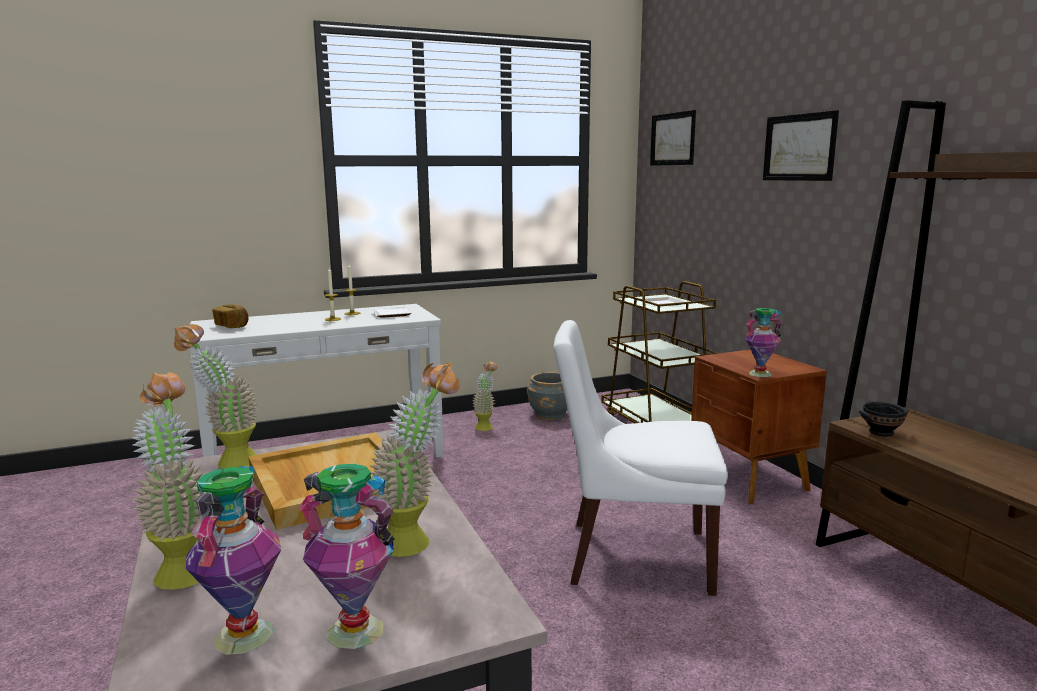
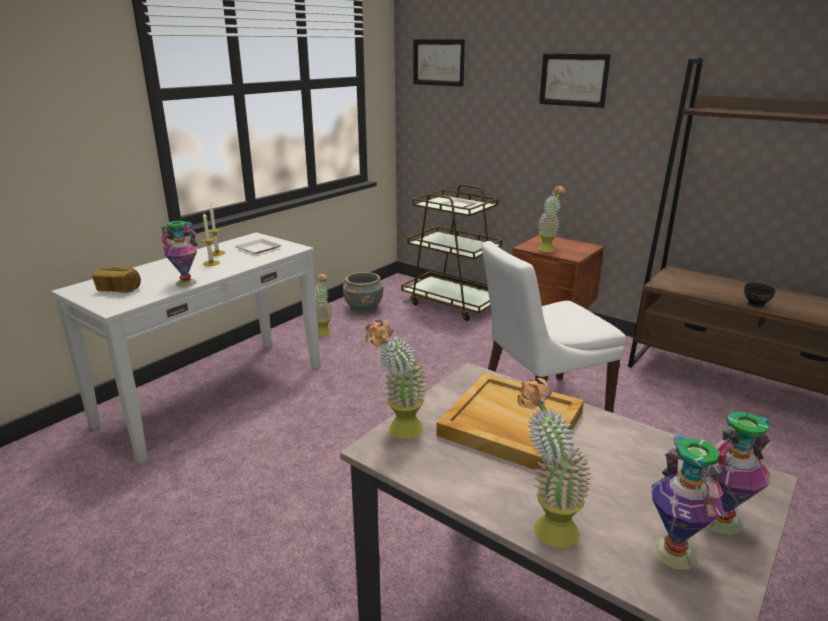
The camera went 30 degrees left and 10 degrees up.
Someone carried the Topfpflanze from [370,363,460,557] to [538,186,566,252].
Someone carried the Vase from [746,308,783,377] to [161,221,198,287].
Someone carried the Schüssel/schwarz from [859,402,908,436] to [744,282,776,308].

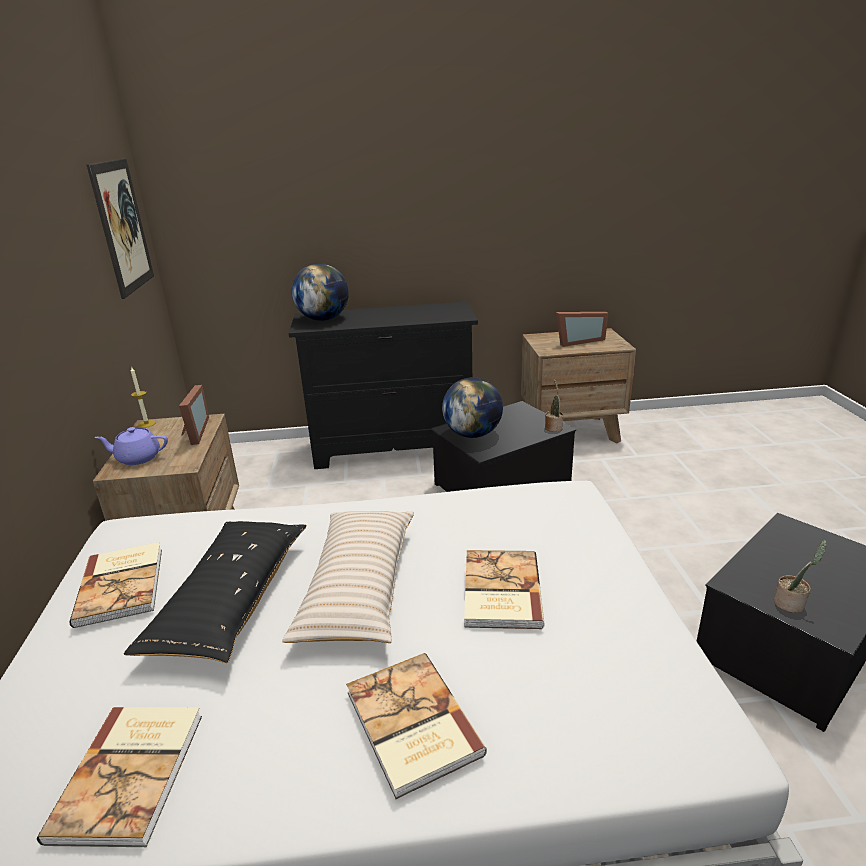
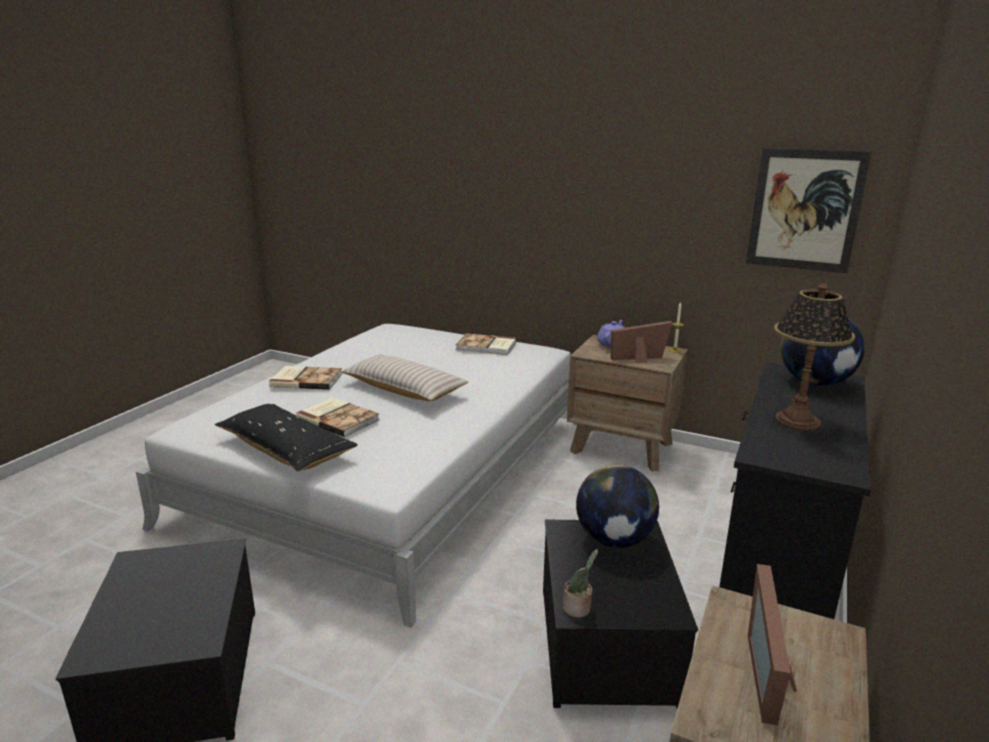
The camera went 120 degrees right and 5 degrees down.
Someone took away the Buch at [37,707,202,847].
Someone carried the Kissen/schwarz from [124,521,307,663] to [215,404,358,472].
Someone rotated the Bilderrahmen at [179,385,209,445] by 150 degrees clockwise.
Someone took away the Topfpflanze at [774,540,827,613].
Someone put down the Tischlampe at [774,284,855,430].

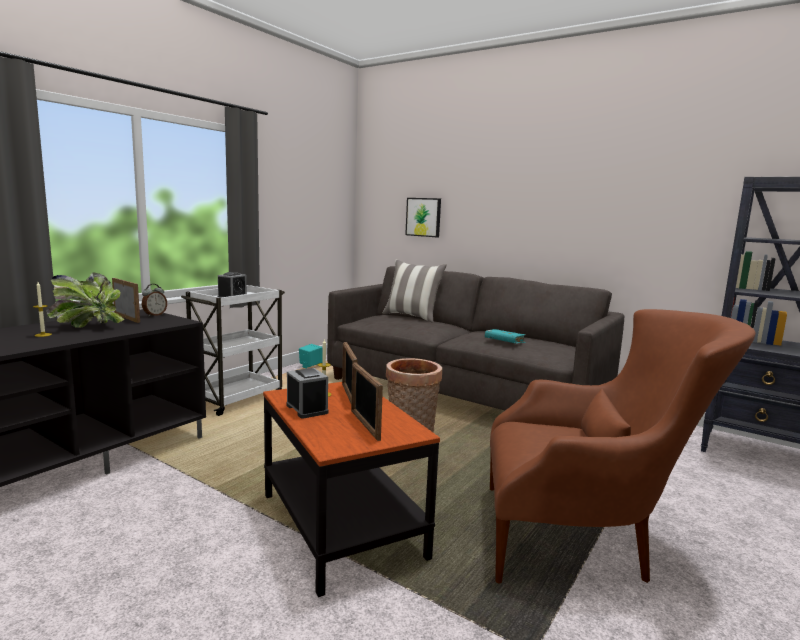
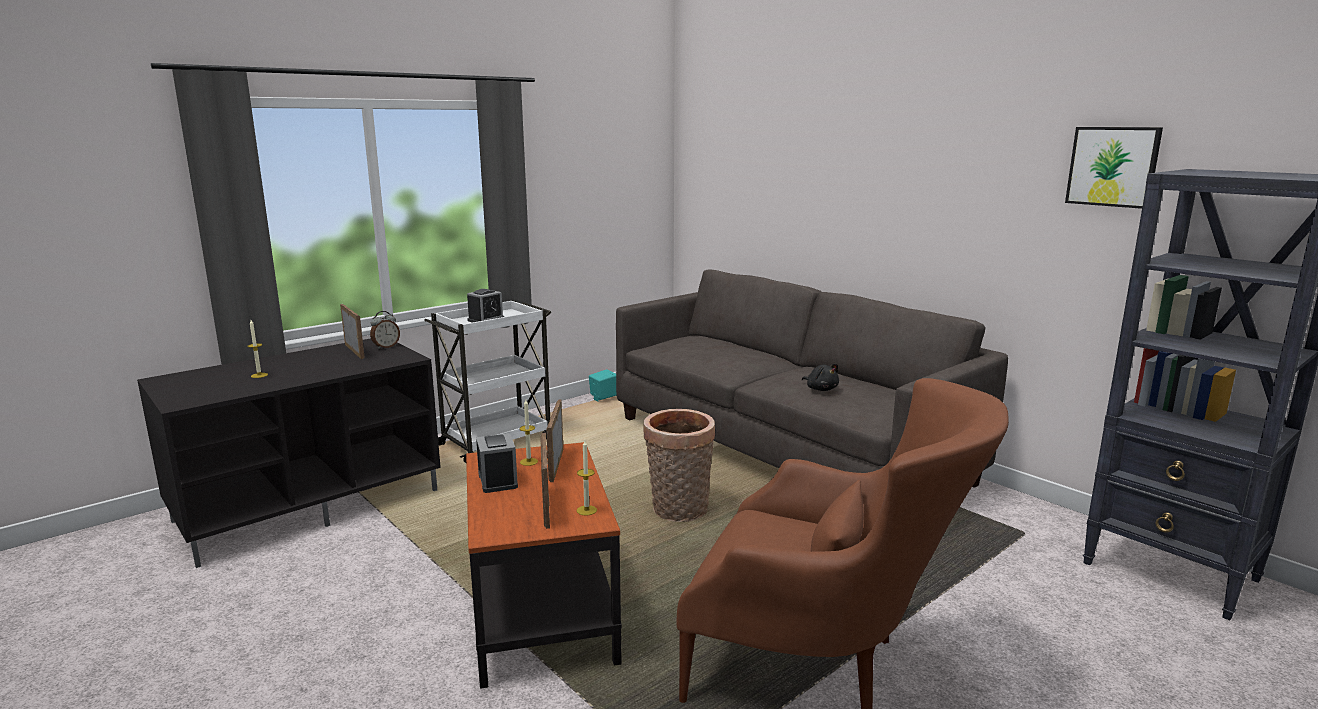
The camera went 15 degrees right and 5 degrees up.
Someone took away the Topfpflanze at [46,272,124,328].
Someone took away the Kissen at [383,259,447,322].
Someone carried the Bild from [405,198,441,237] to [1065,127,1163,209].
Someone swapped the Buch/türkis at [485,329,526,344] for the Plüschtier/schwarz at [802,364,839,391].
Someone put down the Kerze at [577,440,597,516].

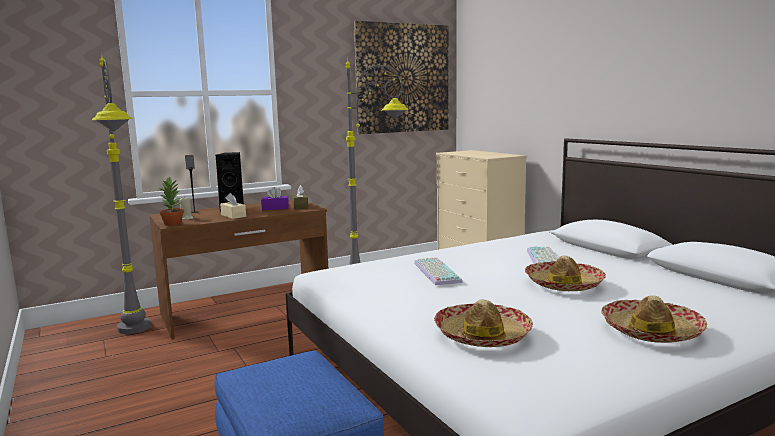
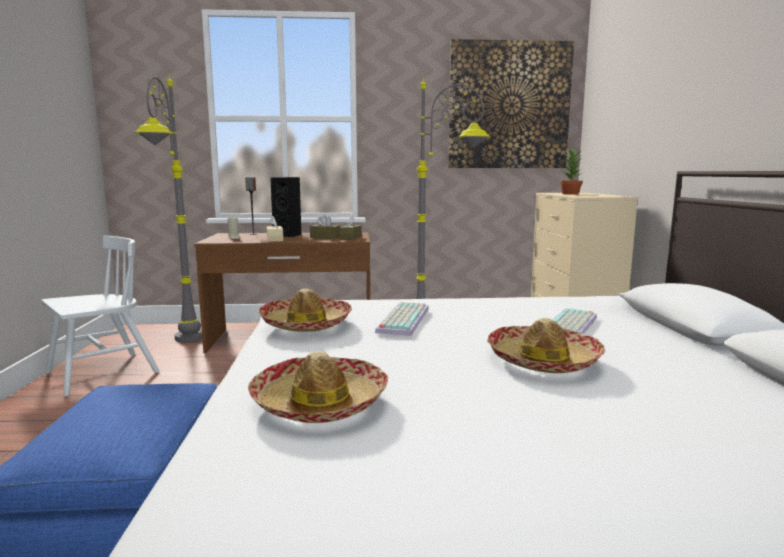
The camera went 25 degrees right and 0 degrees up.
Someone carried the Topfpflanze from [159,176,184,226] to [560,149,583,195].
Someone repainted the Taschentuchbox/lila at [261,187,289,210], which became the Taschentuchbox/braun at [310,214,340,239].
Someone carried the Hut from [601,295,707,343] to [258,289,352,332].
Someone put down the Stuhl/weiß at [41,236,160,396].

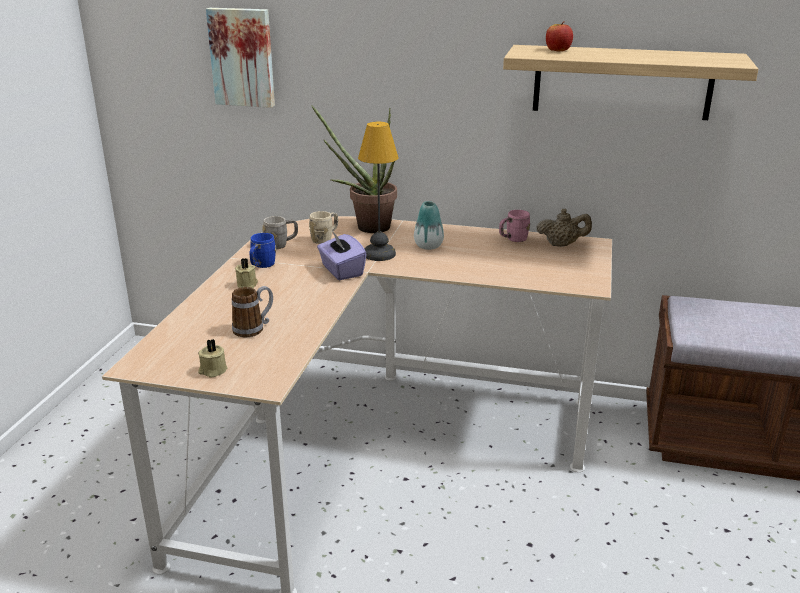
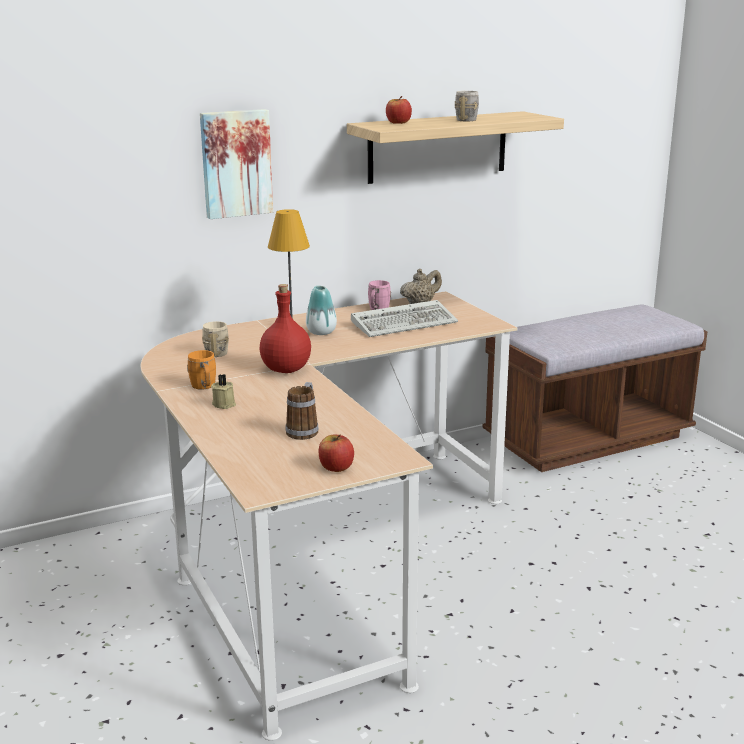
The camera went 40 degrees left and 5 degrees down.
Someone swapped the Kerze/beige at [198,339,227,378] for the Apfel at [319,434,354,472].
Someone carried the Bild from [206,8,275,108] to [200,109,273,219].
Someone repainted the Henkelbecher/blau at [249,233,276,268], which became the Henkelbecher/orange at [187,350,216,390].
Someone carried the Henkelbecher/grau from [263,216,298,249] to [455,91,479,121].
Someone took away the Topfpflanze at [311,105,397,233].
Someone swapped the Taschentuchbox/lila at [317,232,367,280] for the Flasche/rot at [260,284,311,373].
Someone put down the Tastatur at [351,300,458,337].

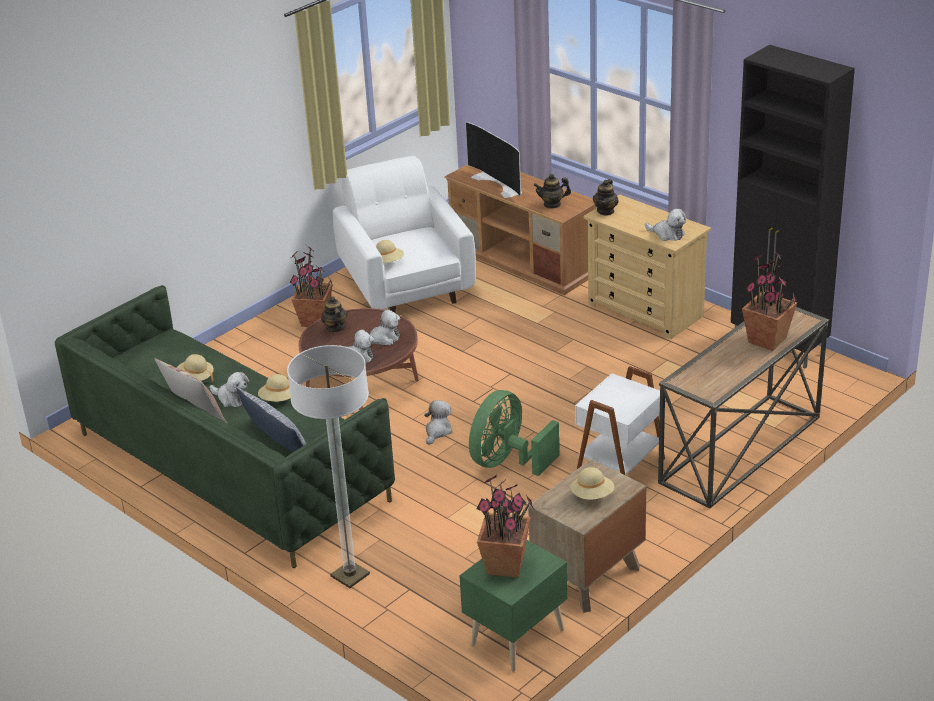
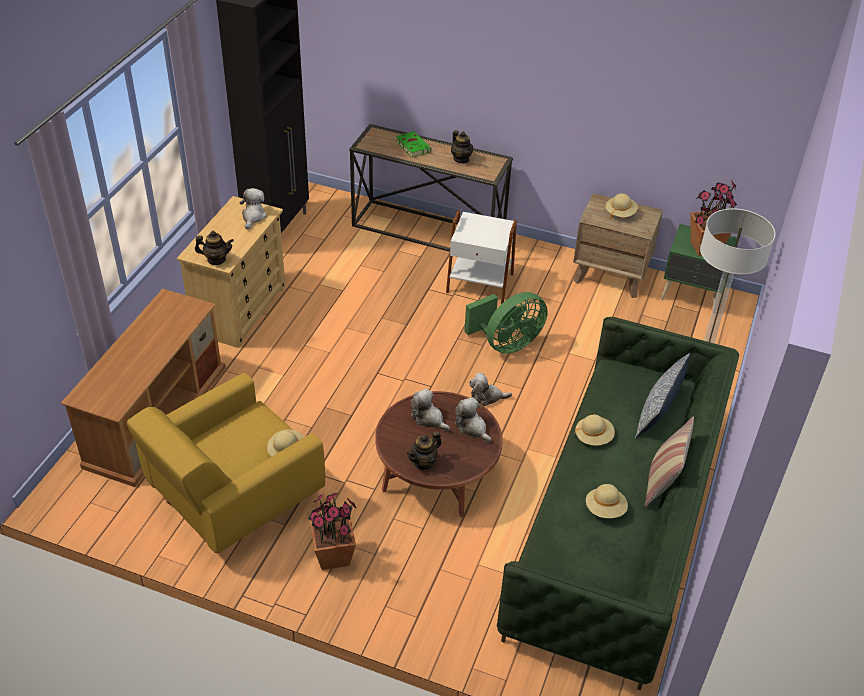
The camera went 115 degrees left and 10 degrees up.
Someone took away the Plüschtier at [210,372,249,407].
Someone repainted the Sessel/weiß at [333,156,476,313], which became the Sessel/gelb at [127,373,325,553].
Someone took away the Fernseher at [465,122,522,198].
Someone rotated the Ventilator/grün at [469,390,559,476] by 45 degrees counterclockwise.
Someone carried the Teekanne from [534,174,571,209] to [451,130,473,163].
Someone swapped the Topfpflanze at [742,250,797,351] for the Buch/grün at [396,131,431,157].

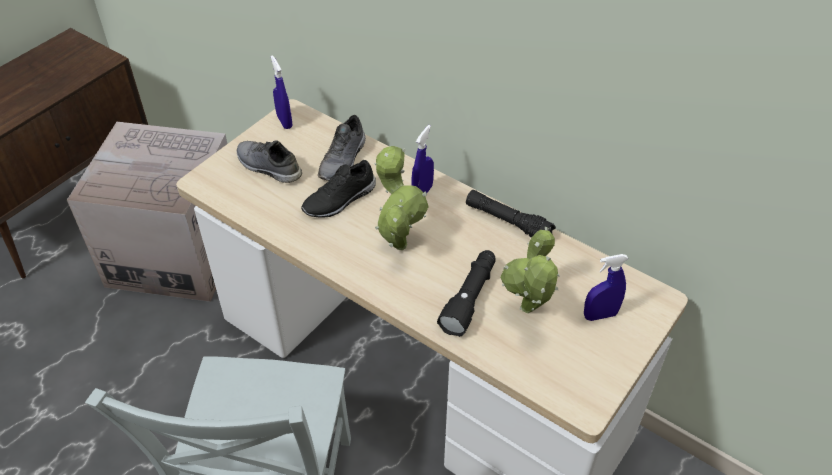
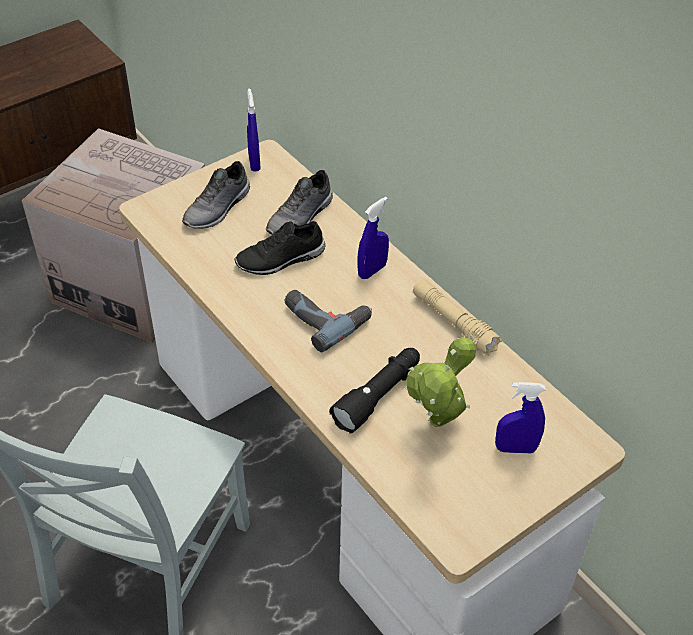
The camera went 15 degrees right and 0 degrees up.
Someone rotated the Schuh/grau at [236,140,302,183] by 105 degrees counterclockwise.
Someone swapped the Topfpflanze at [375,146,429,250] for the Bohrmaschine at [285,290,372,352].
Someone repainted the Taschenlampe/schwarz at [466,190,556,238], which became the Taschenlampe/beige at [413,279,502,356].

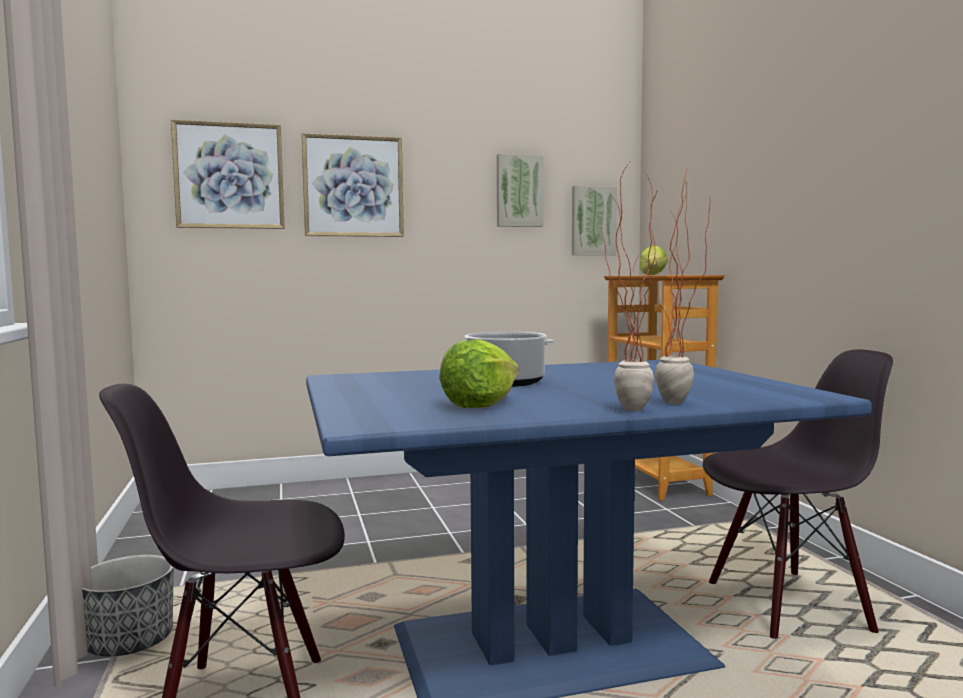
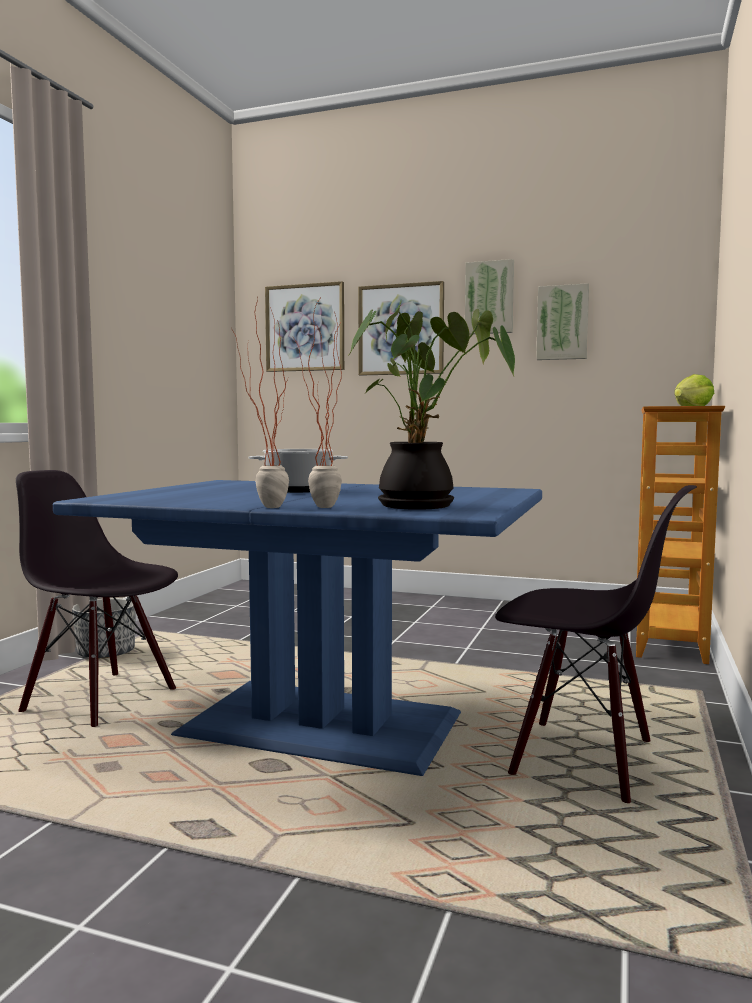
The camera went 35 degrees right and 0 degrees up.
Someone took away the Salatkopf at [439,339,519,408].
Someone carried the Bild from [572,186,617,255] to [465,259,514,335].
Someone put down the Topfpflanze at [348,300,515,510].

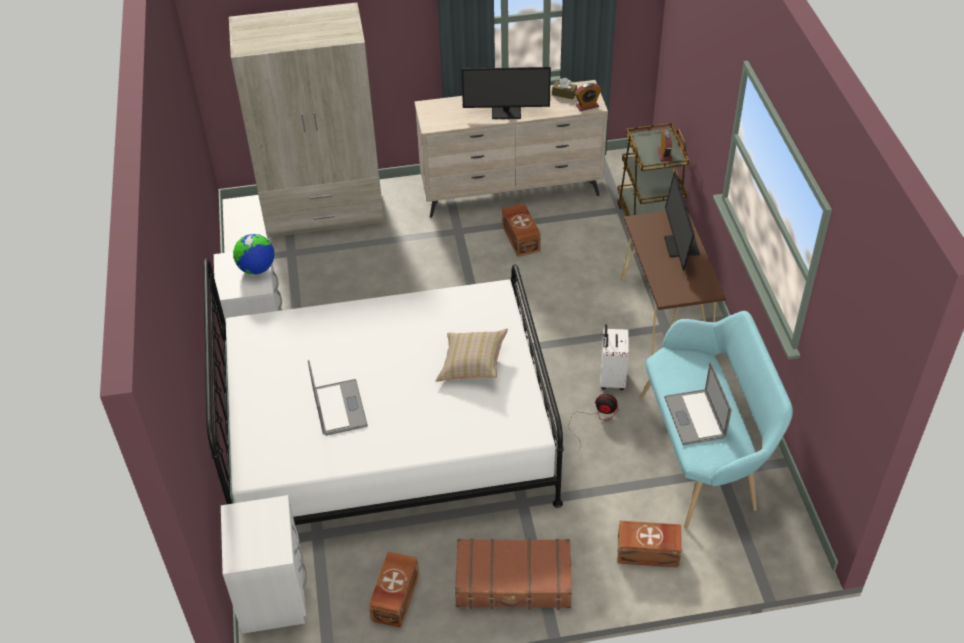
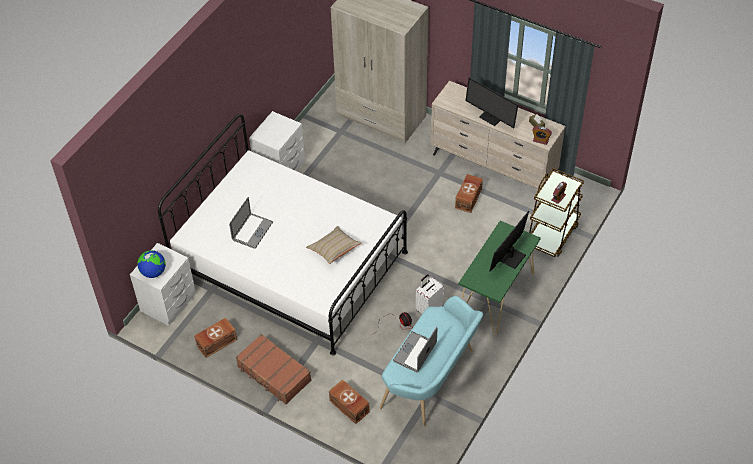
The camera went 40 degrees right and 5 degrees up.
Someone carried the Globus from [233,234,274,275] to [137,250,166,278].
Someone repainted the Konsolentisch/braun at [621,211,726,355], which became the Konsolentisch/grün at [458,221,541,334].

